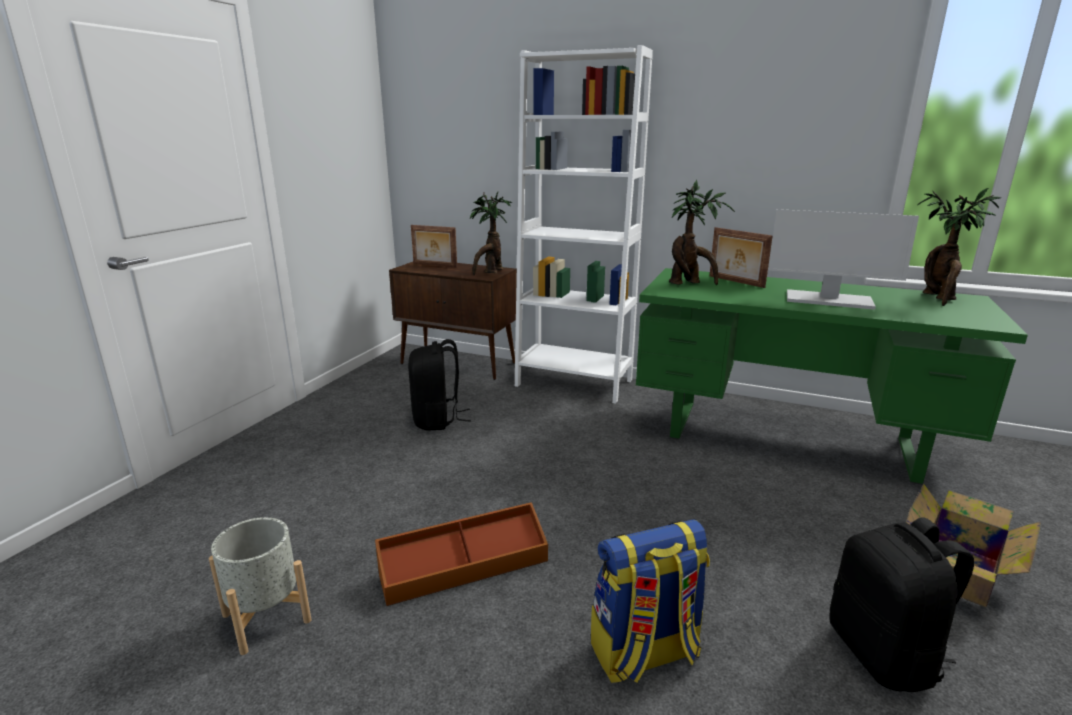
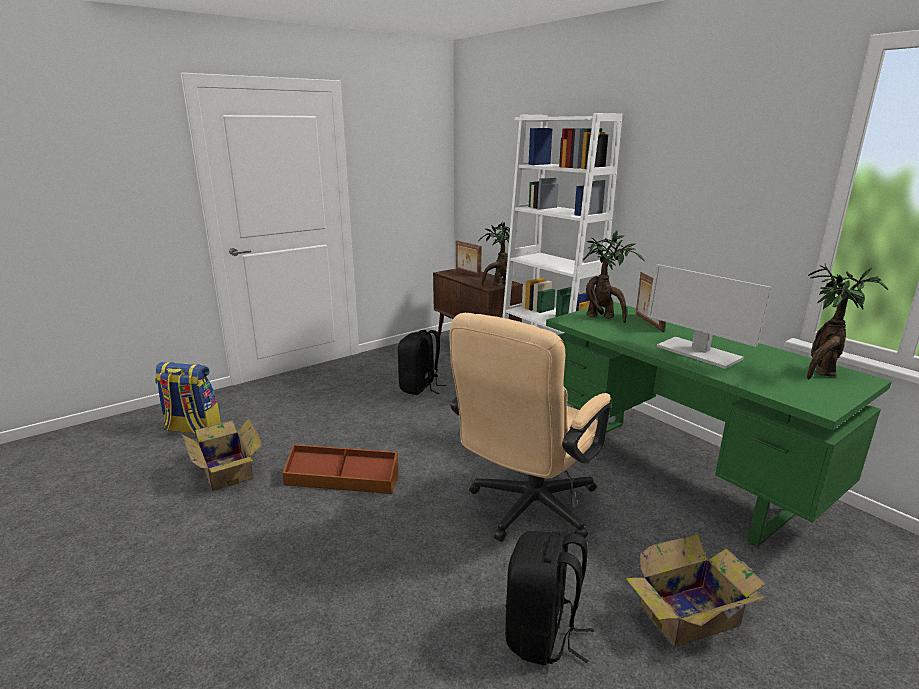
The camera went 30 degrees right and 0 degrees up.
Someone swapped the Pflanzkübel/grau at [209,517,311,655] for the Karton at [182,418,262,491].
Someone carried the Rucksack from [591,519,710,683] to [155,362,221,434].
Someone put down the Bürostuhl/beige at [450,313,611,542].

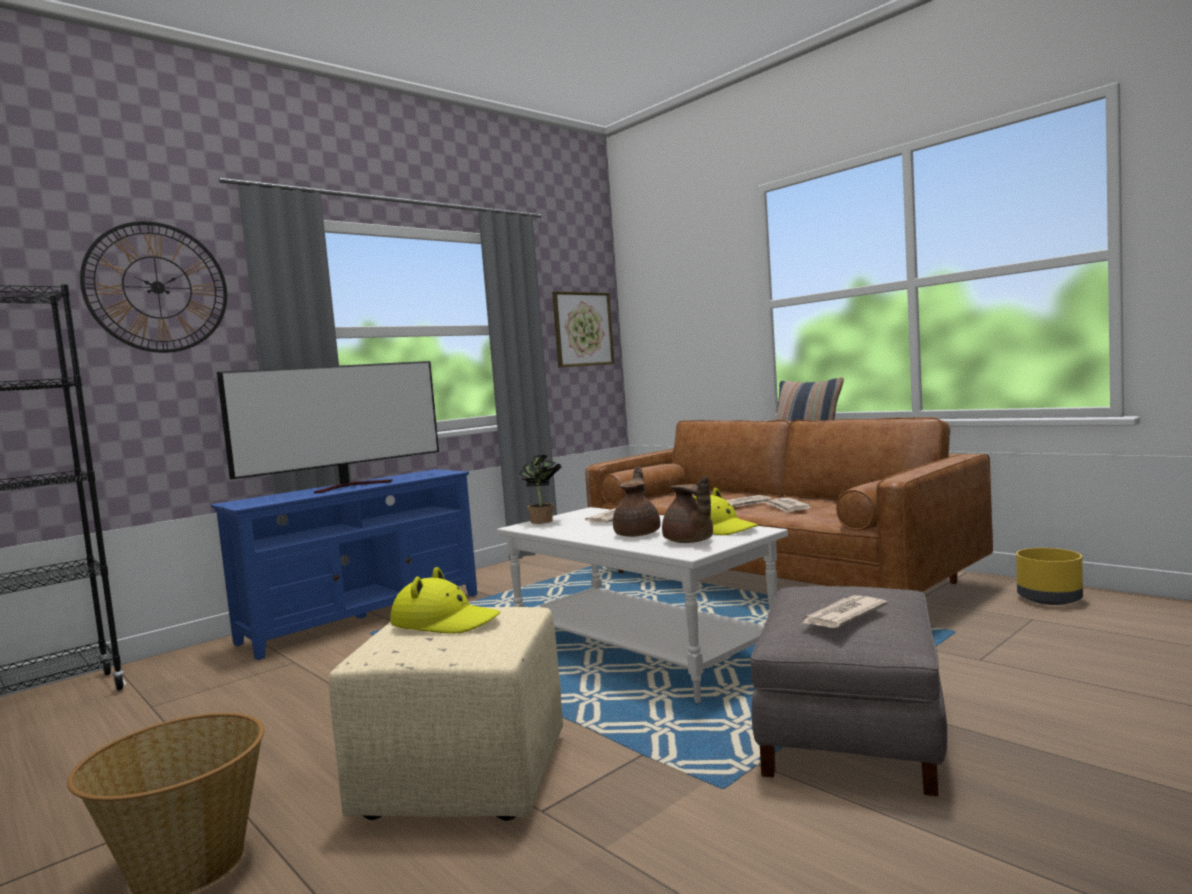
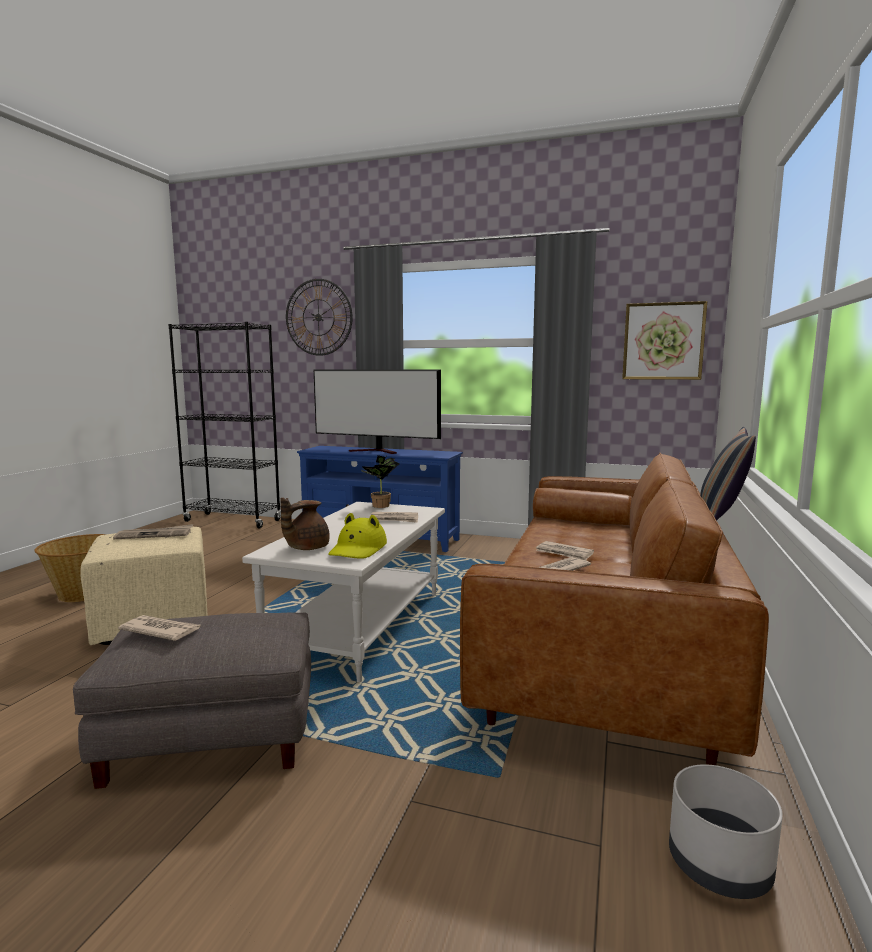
The camera went 60 degrees right and 5 degrees up.
Someone swapped the Hut/gelb at [390,567,501,634] for the Zeitung at [113,524,193,539].
Someone took away the Teekanne/braun at [613,466,661,537].
Someone repainted the Pflanzkübel/gelb at [1016,548,1083,605], which became the Pflanzkübel/grau at [669,764,783,899].

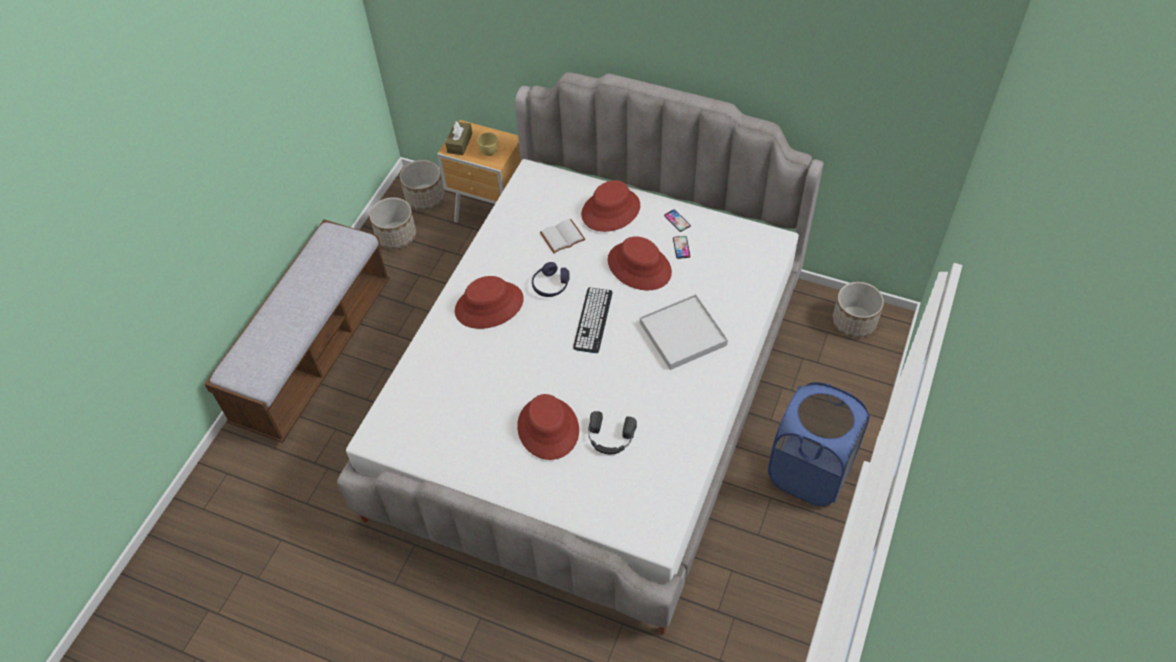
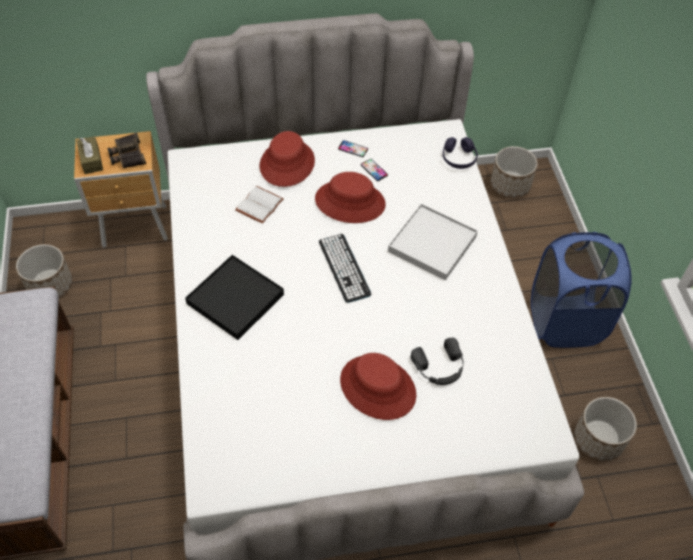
The camera went 35 degrees left and 0 degrees up.
Someone carried the Pflanzkübel from [400,160,445,210] to [575,397,637,461].
Someone swapped the Hut/rot at [455,276,524,329] for the Tablett/schwarz at [185,255,284,340].
Someone swapped the Tasse/gelb at [477,132,498,156] for the Fernglas at [107,133,146,168].
Someone carried the Kopfhörer/lila from [532,262,569,297] to [443,137,478,169].

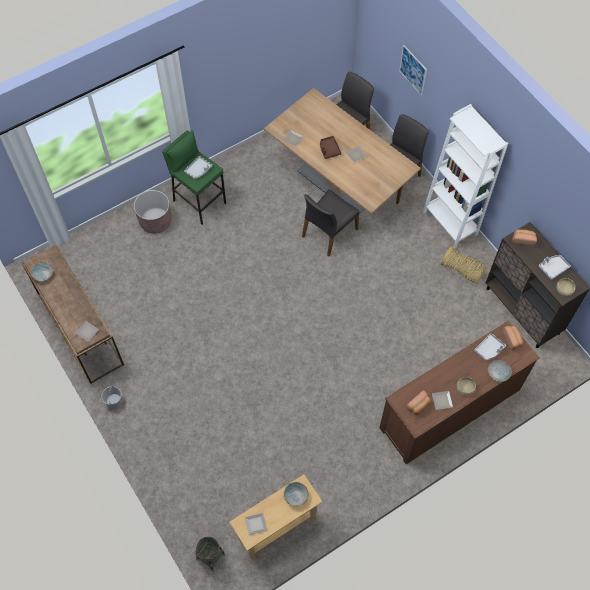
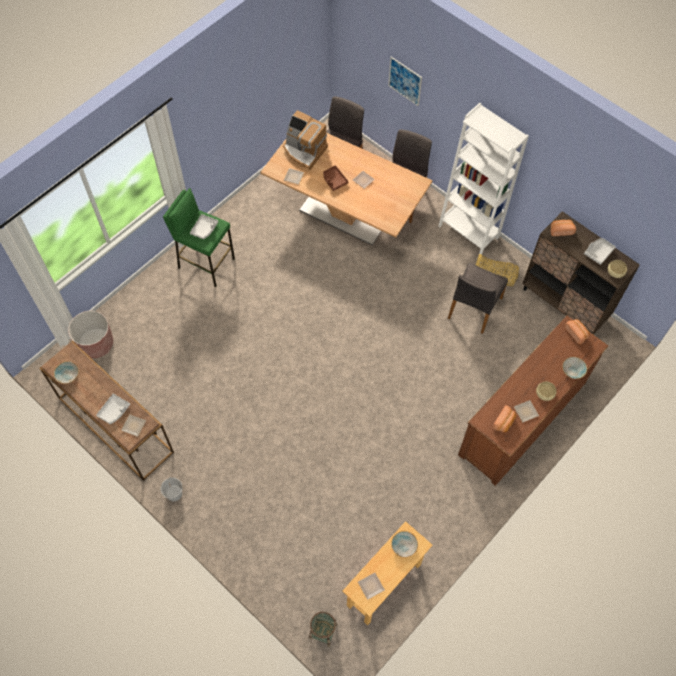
The camera went 15 degrees left and 0 degrees up.
Someone carried the Pflanzkübel/braun from [134,190,171,234] to [68,311,113,358].
Someone carried the Stuhl/grau from [302,189,359,256] to [448,263,508,334].
Someone carried the Tablett/grau from [474,333,506,361] to [96,394,130,424].
Someone put down the Kaffeemaschine at [283,110,328,170].

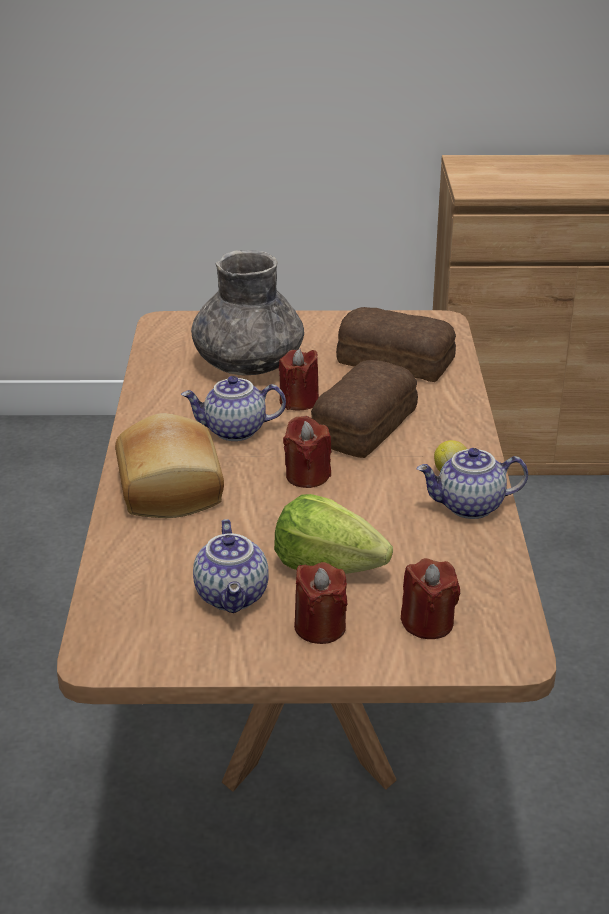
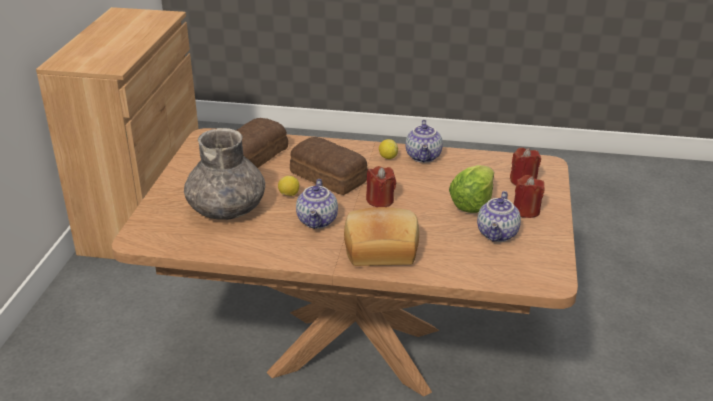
The camera went 80 degrees left and 0 degrees up.
Someone rotated the Teekanne at [193,519,269,613] by 105 degrees clockwise.
Someone swapped the Kerze/rot at [279,348,319,410] for the Zitrone at [278,176,299,196].

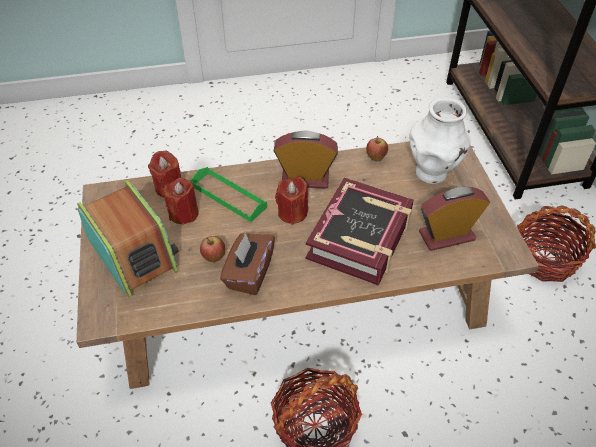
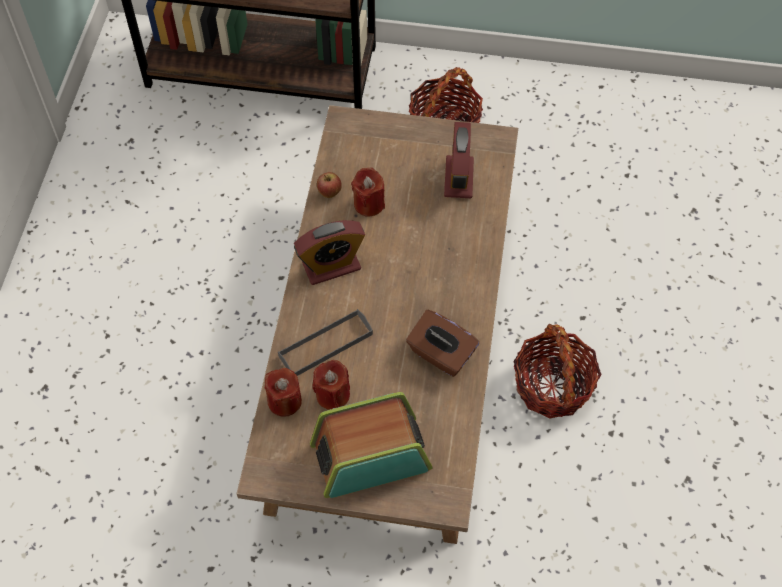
The camera went 70 degrees left and 10 degrees up.
Someone repainted the Tablett/grün at [190,167,267,222], which became the Tablett/grau at [278,309,373,376].
Someone took away the Apfel at [200,236,225,262].
Someone rotated the Wecker at [274,130,338,189] by 135 degrees counterclockwise.
Someone carried the Kerze/rot from [275,177,308,225] to [351,168,385,217].
Someone took away the Buch at [305,178,414,285].
Someone took away the Vase/weiß at [410,97,471,184].

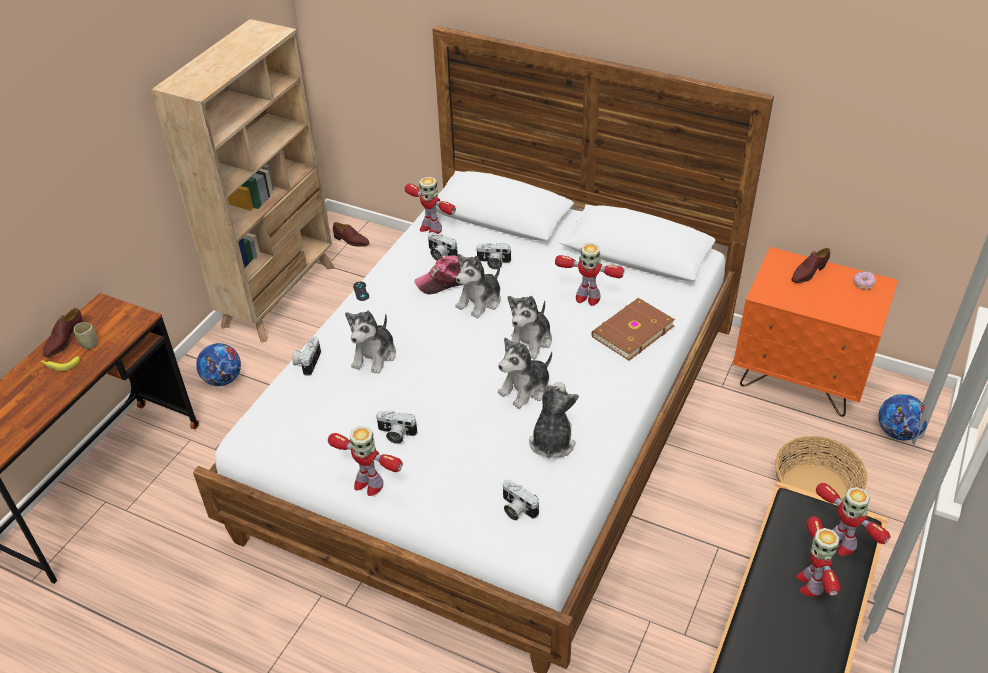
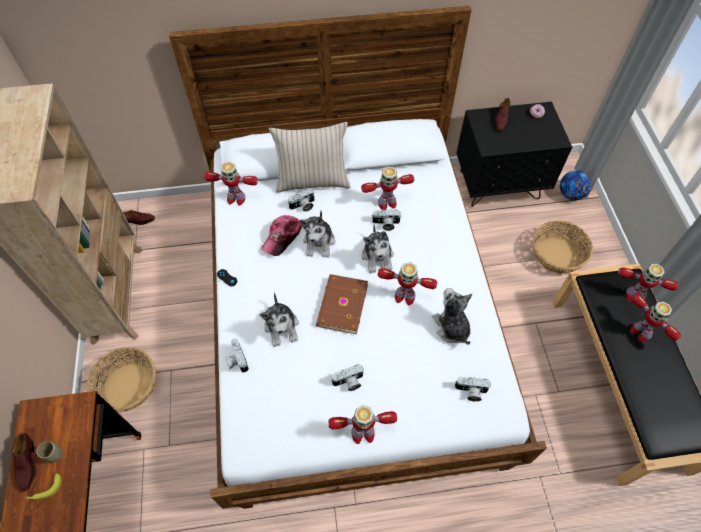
The camera went 35 degrees left and 15 degrees up.
Someone swapped the Fußball at [196,343,241,386] for the Korb at [87,347,156,412].
Someone carried the Kamera from [428,232,458,261] to [371,209,401,231].
Someone swapped the Plüschtier at [498,338,552,409] for the Spielzeugroboter at [378,262,437,305].
Someone carried the Buch/braun from [591,298,675,361] to [316,274,368,334].
Someone repainted the Nachttisch/orange at [733,247,898,417], which became the Nachttisch/schwarz at [457,102,572,207].
Someone put down the Kissen/beige at [269,122,350,193].

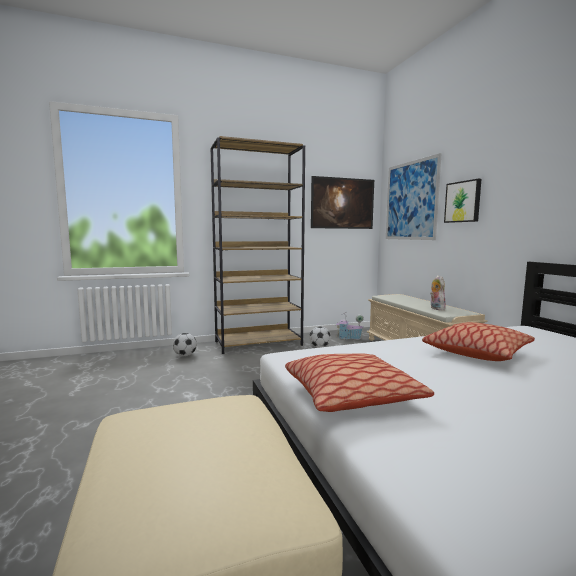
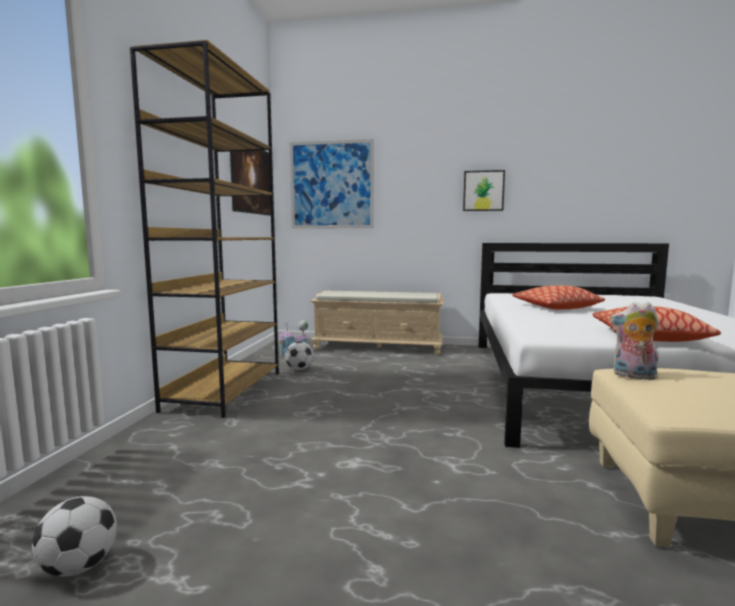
The camera went 60 degrees left and 0 degrees up.
Someone carried the Fußball from [173,333,197,356] to [32,496,117,577].
Someone carried the Plüschtier from [430,275,446,310] to [610,302,659,380].
Someone carried the Bild from [444,179,481,223] to [463,170,505,211].

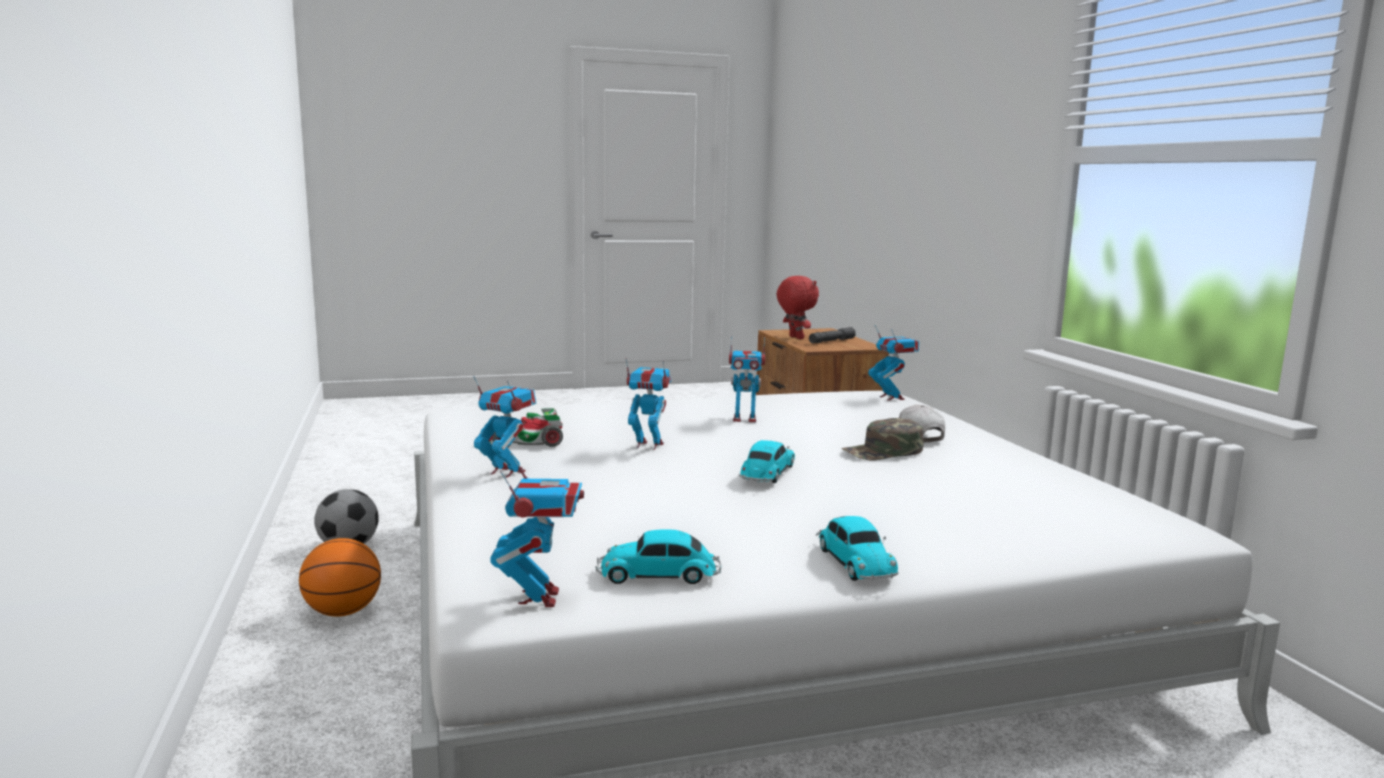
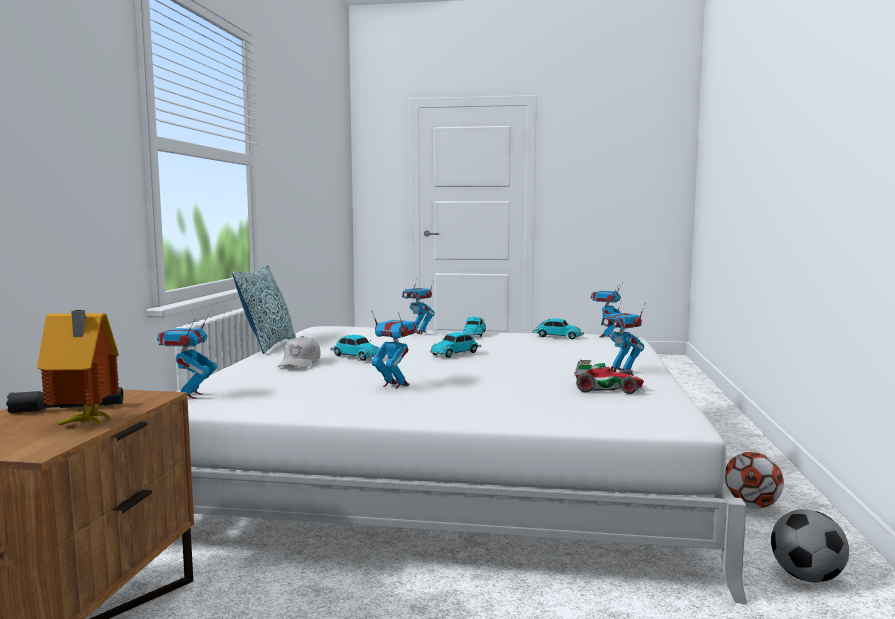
The camera went 155 degrees left and 5 degrees down.
Someone swapped the Basketball at [299,538,381,617] for the Fußball at [724,452,784,509].
Someone carried the Spielzeugroboter from [626,359,671,450] to [402,280,435,334].
Someone swapped the Plüschtier/rot at [777,276,819,339] for the Spielzeughaus at [37,310,119,425].
Someone swapped the Kappe/grün at [841,418,924,460] for the Spielzeugauto at [330,335,380,361].
Someone put down the Kissen at [232,265,296,354].

